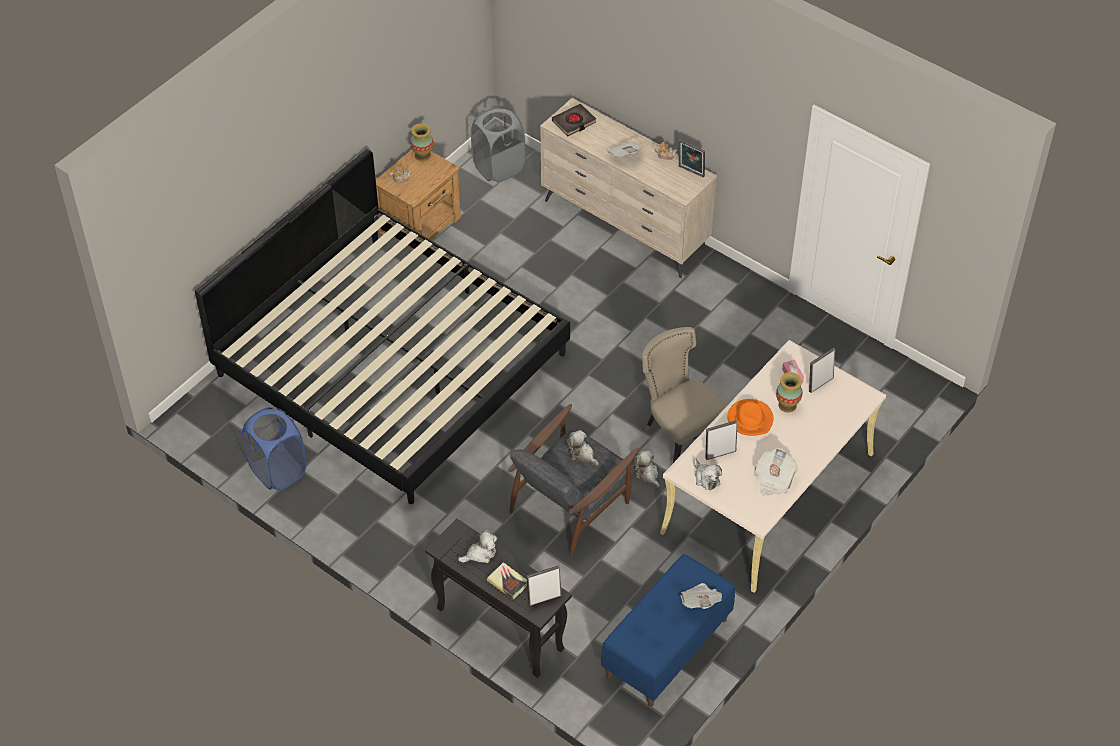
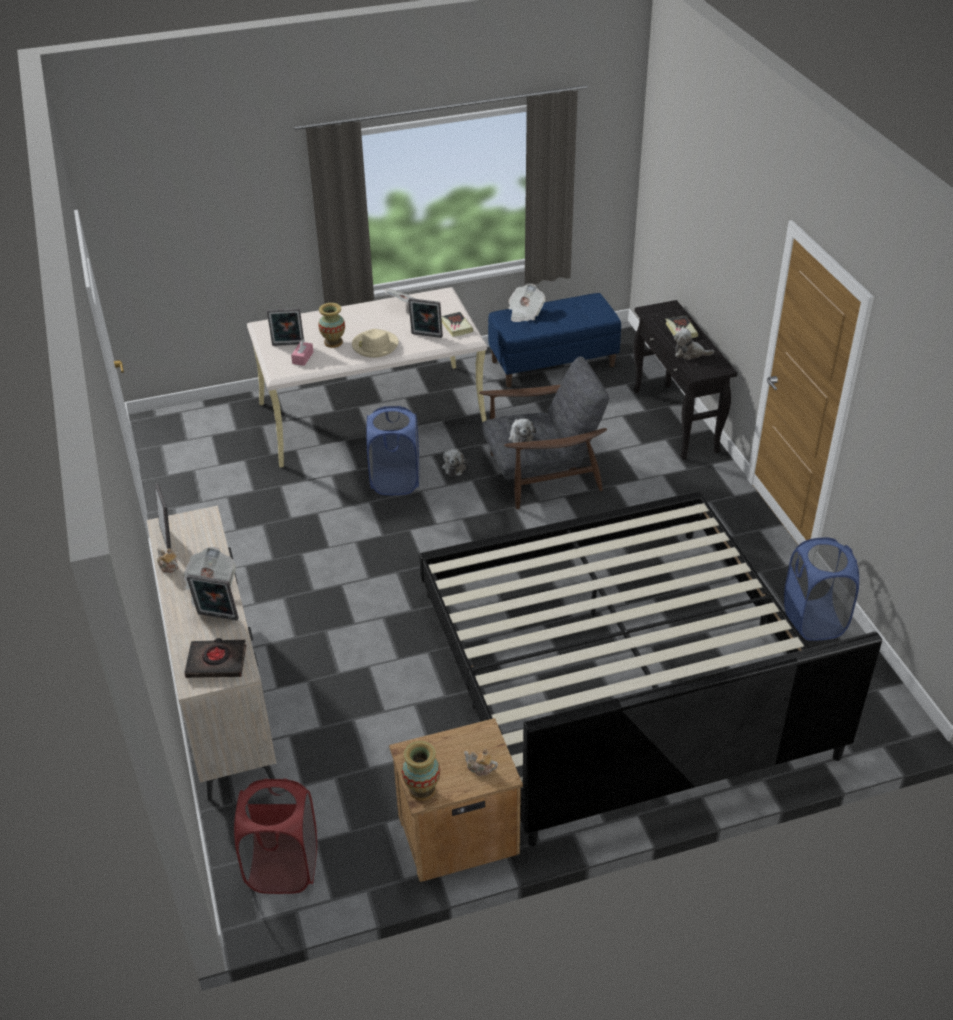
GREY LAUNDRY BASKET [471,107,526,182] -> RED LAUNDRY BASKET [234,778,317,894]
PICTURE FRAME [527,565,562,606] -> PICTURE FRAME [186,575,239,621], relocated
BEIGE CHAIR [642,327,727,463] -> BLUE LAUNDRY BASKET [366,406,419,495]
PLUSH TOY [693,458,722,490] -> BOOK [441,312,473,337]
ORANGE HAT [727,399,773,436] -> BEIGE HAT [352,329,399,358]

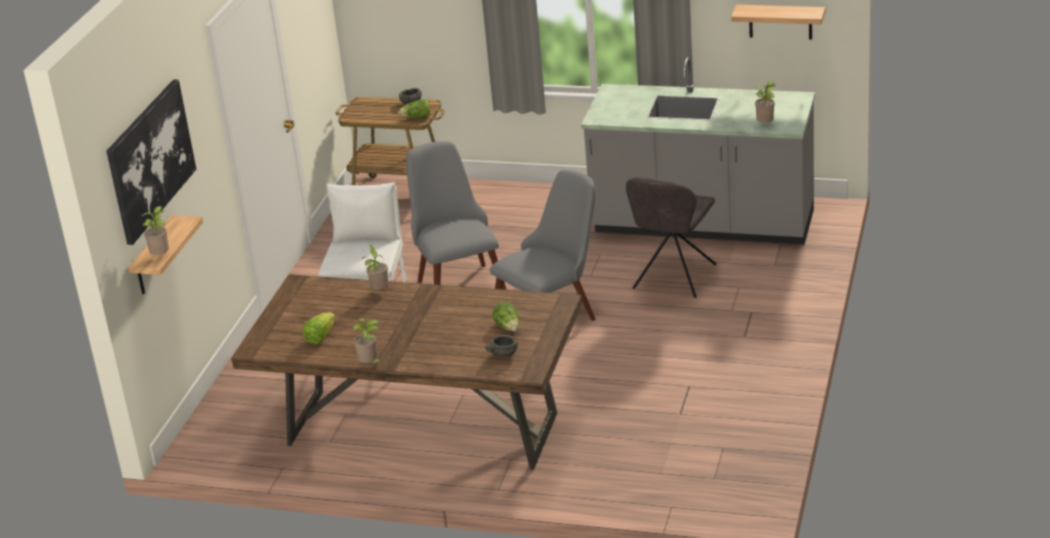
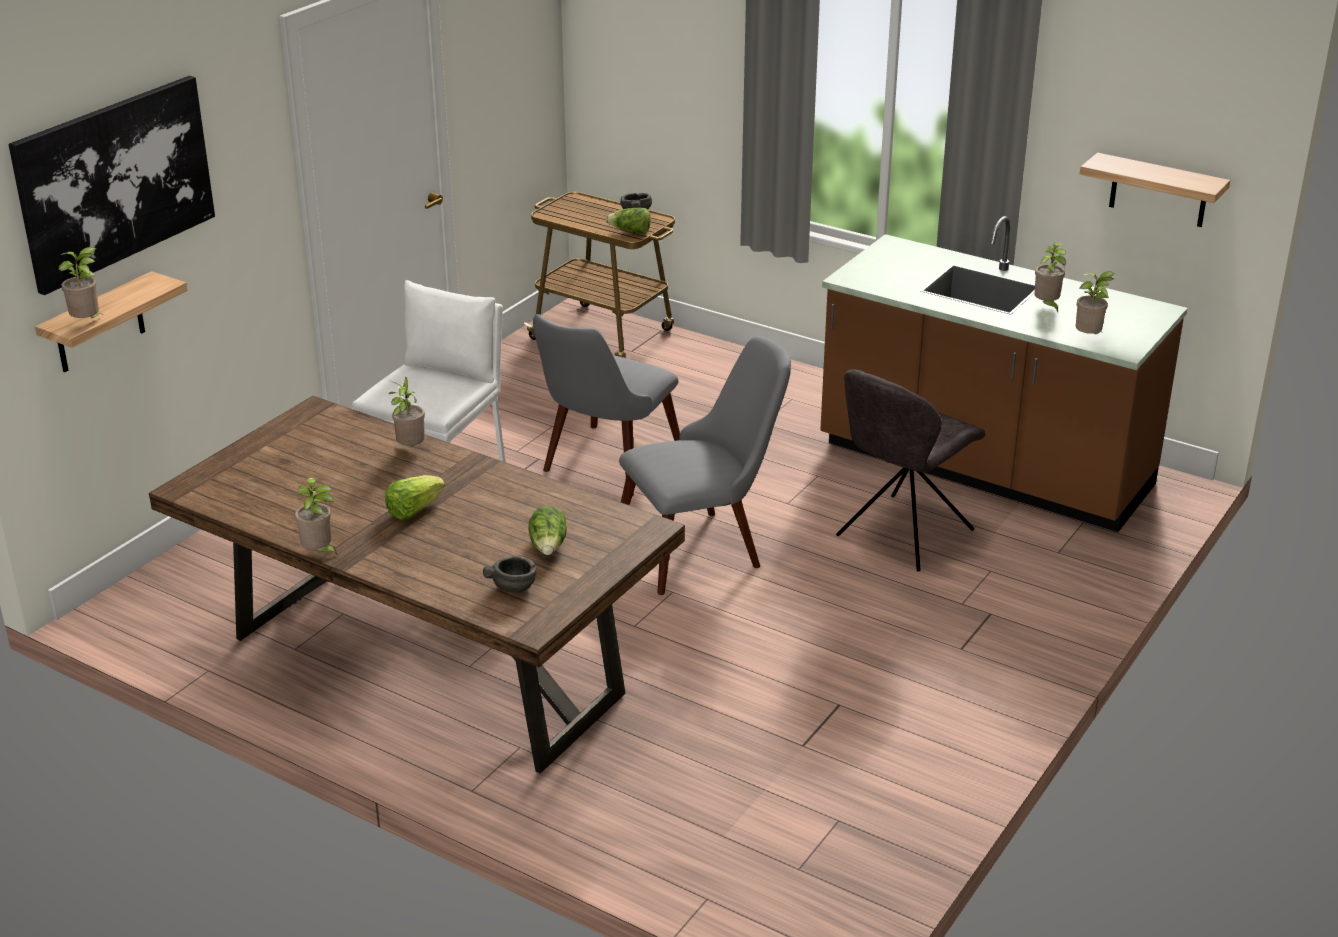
LETTUCE [302,312,335,344] -> LETTUCE [385,475,445,520], relocated
GREY CHAIR [406,141,507,290] -> GREY CHAIR [533,314,680,496], 150 degrees counterclockwise
GREY COUNTER [581,57,815,245] -> BROWN COUNTER [820,216,1188,532]
none -> POTTED PLANT [1034,242,1066,313]

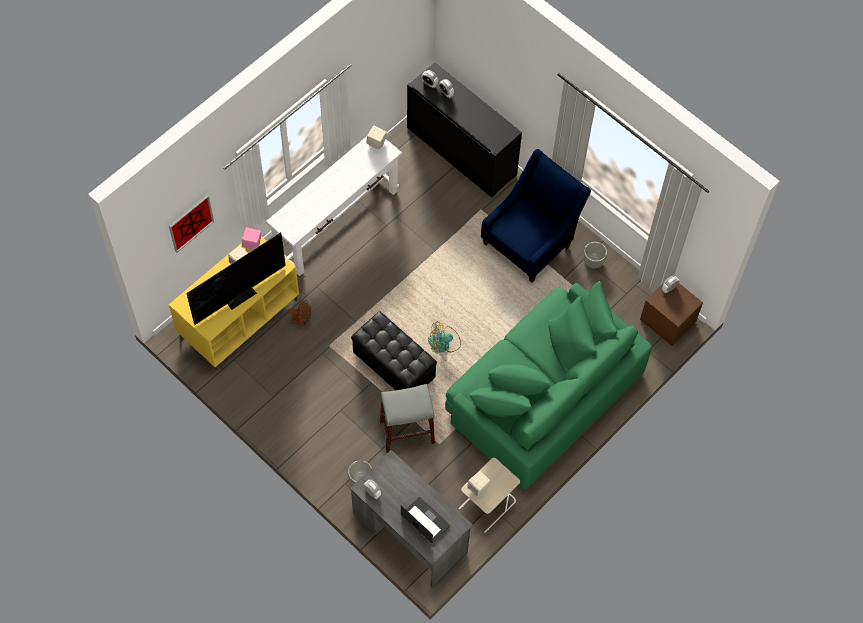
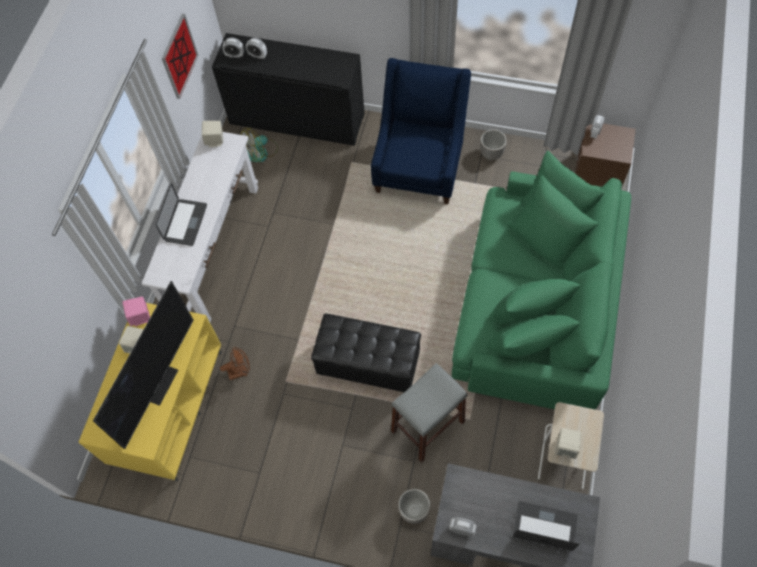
PICTURE [169,195,214,252] -> PICTURE [162,13,199,99], relocated
FAN [428,321,461,354] -> FAN [241,128,278,162], relocated
none -> LAPTOP [156,183,207,246]

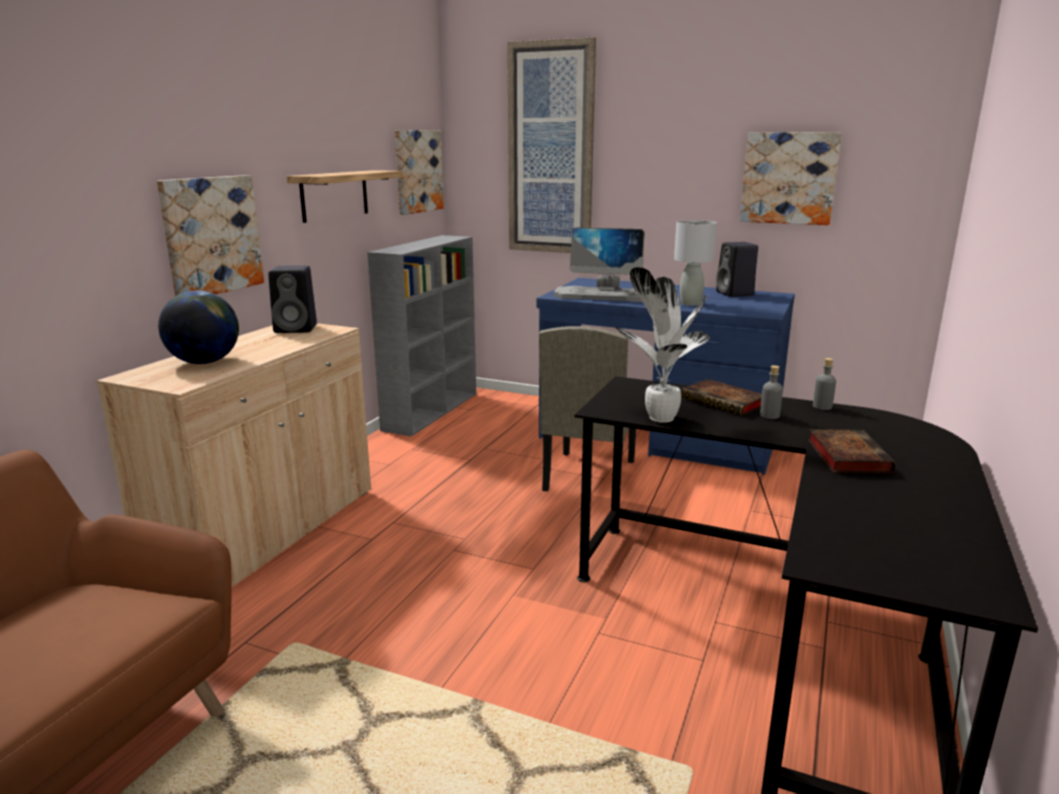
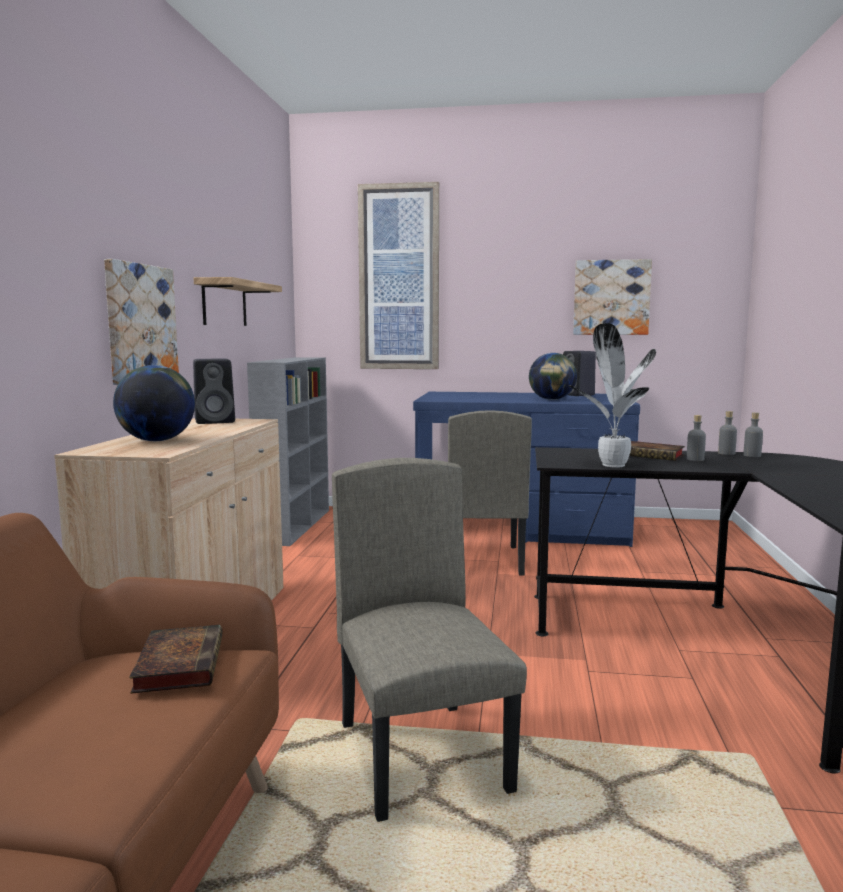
PICTURE [395,130,444,215] -> none
MONITOR [554,227,645,302] -> none
GREY TABLE LAMP [674,220,717,306] -> GLOBE [529,353,577,400]
BOOK [808,429,895,474] -> BOOK [129,625,223,694], relocated
none -> BEIGE CHAIR [332,458,527,822]
none -> GREY BOTTLE [743,412,763,457]

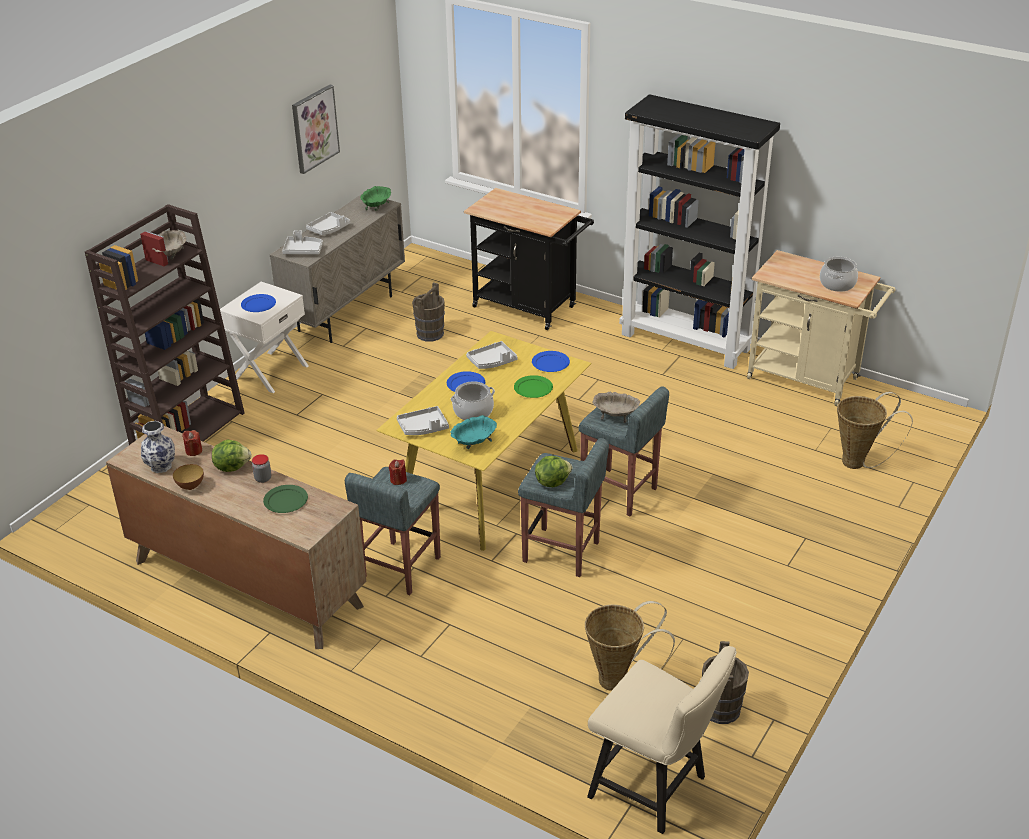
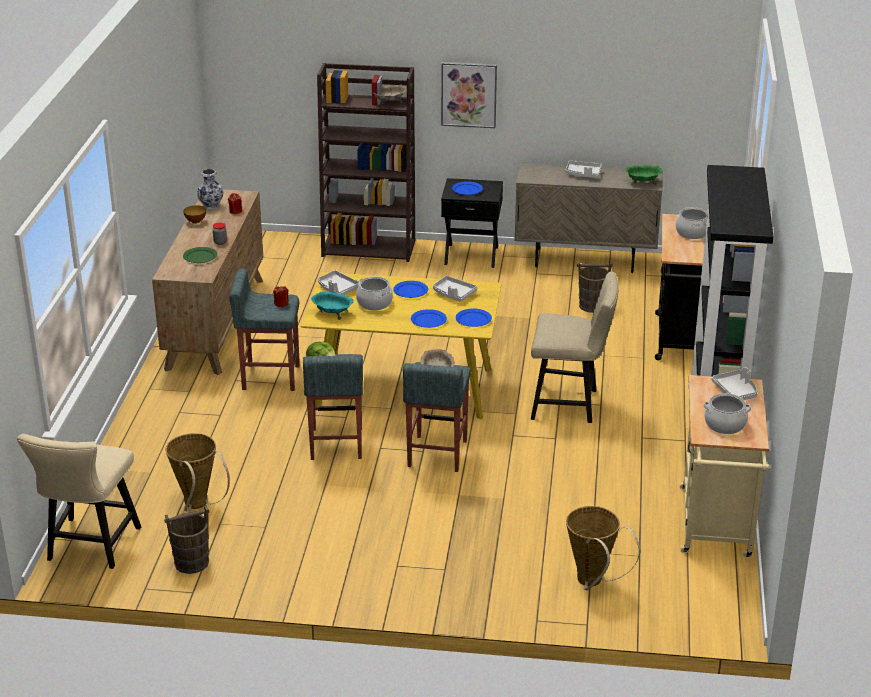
LETTUCE [212,440,252,472] -> none
WHITE NIGHTSTAND [220,282,308,393] -> BLACK NIGHTSTAND [441,178,503,268]
GREY TRAY [282,230,323,255] -> GREY TRAY [712,367,758,400], relocated
PICTURE [292,85,340,174] -> PICTURE [441,62,497,128], relocated
GREEN PLATE [514,375,553,398] -> BLUE PLATE [411,309,447,328]
none -> BEIGE CHAIR [531,272,618,423]
none -> COOKING POT [676,207,708,239]

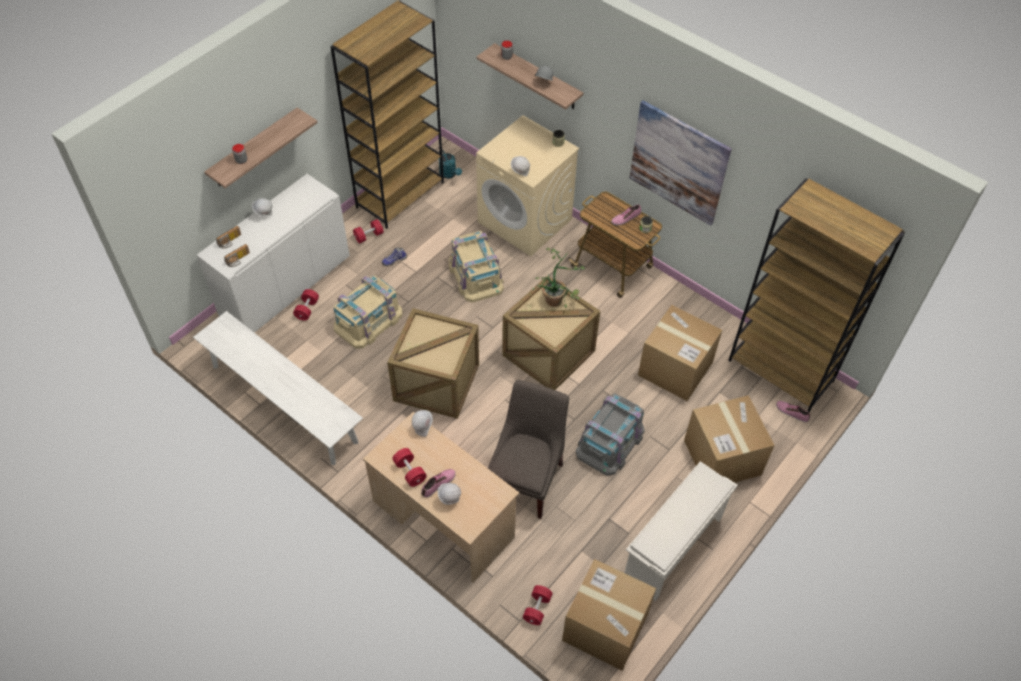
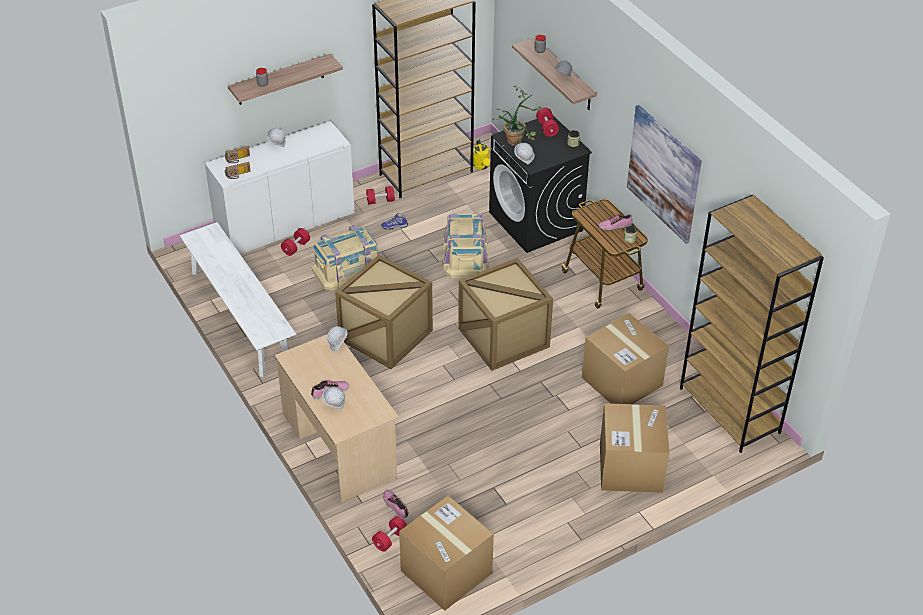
RED DUMBBELL [392,448,427,487] -> RED DUMBBELL [536,108,559,137], relocated
TURQUOISE WATERING CAN [439,149,462,179] -> YELLOW WATERING CAN [473,139,490,170]
BEIGE WASHING MACHINE [476,115,579,256] -> BLACK WASHING MACHINE [489,115,592,253]
GREY CHAIR [488,380,569,519] -> none
POTTED PLANT [532,248,585,308] -> POTTED PLANT [492,86,543,146], relocated
GREY STORAGE BOX [576,393,645,476] -> none
WHITE SHOE RACK [624,461,737,601] -> none
SHOE [776,401,810,422] -> SHOE [383,490,409,518], relocated

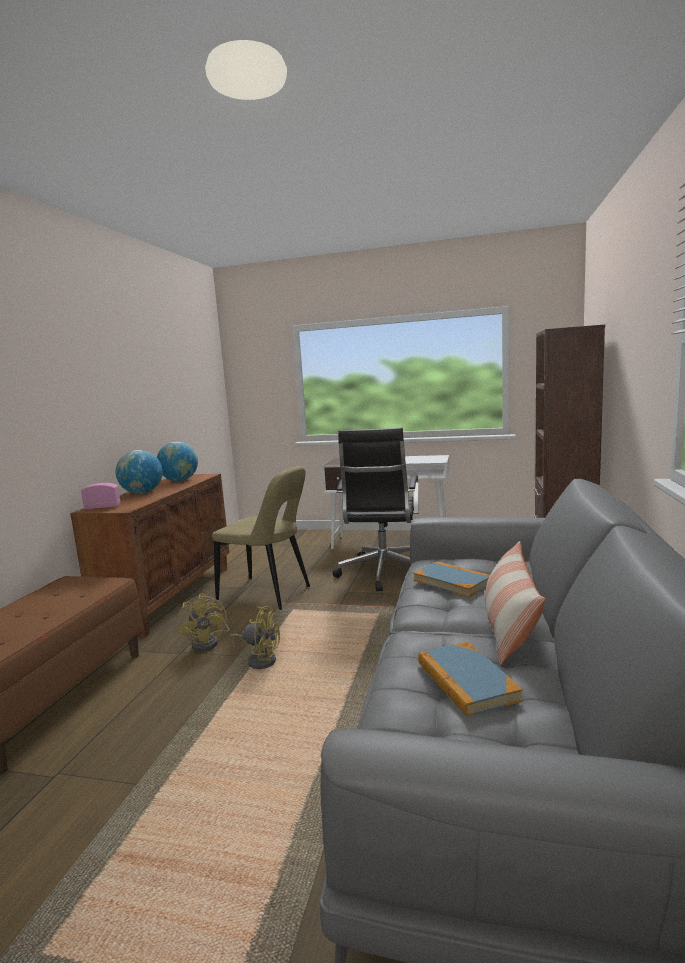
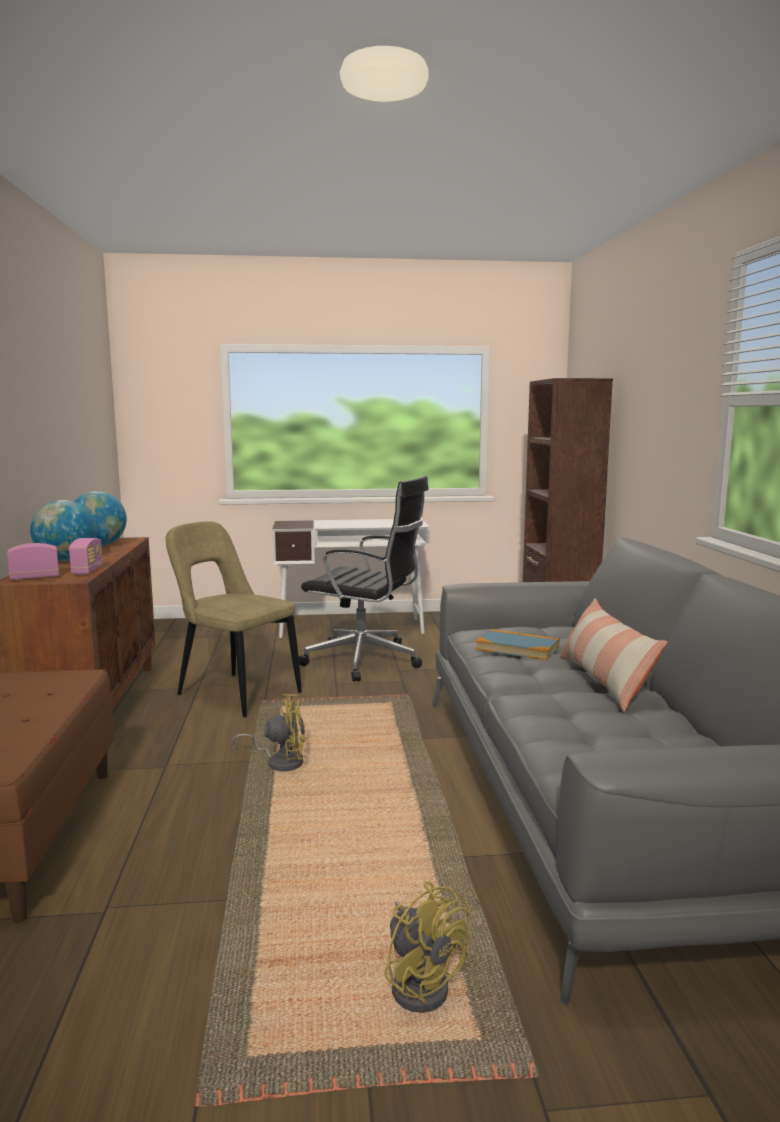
YELLOW FAN [177,594,230,652] -> YELLOW FAN [385,881,471,1013], relocated
BEIGE CHAIR [212,466,310,610] -> BEIGE CHAIR [166,521,302,717], 150 degrees counterclockwise
BLACK OFFICE CHAIR [332,428,419,591] -> BLACK OFFICE CHAIR [299,476,429,682], 60 degrees counterclockwise
BOOK [418,642,523,717] -> none
none -> RADIO [69,538,103,575]

